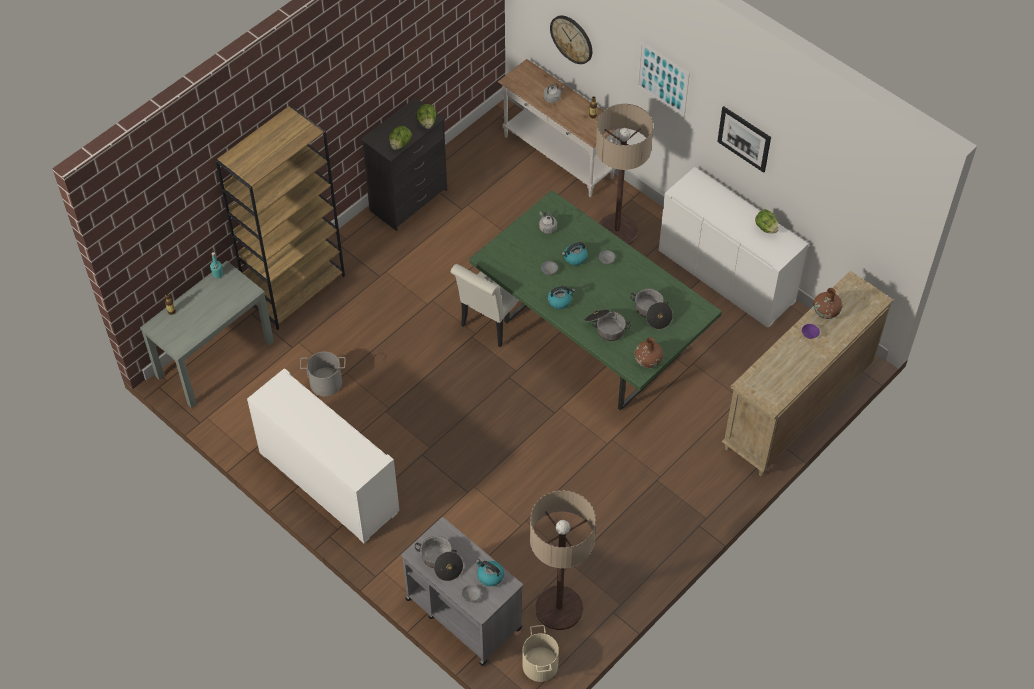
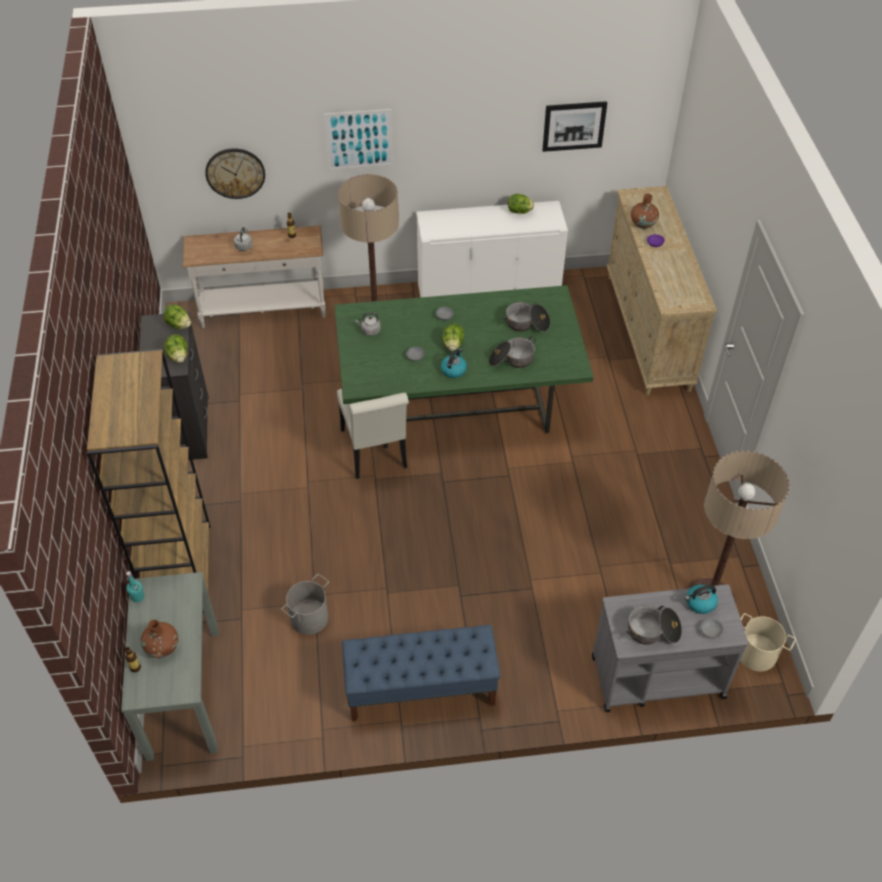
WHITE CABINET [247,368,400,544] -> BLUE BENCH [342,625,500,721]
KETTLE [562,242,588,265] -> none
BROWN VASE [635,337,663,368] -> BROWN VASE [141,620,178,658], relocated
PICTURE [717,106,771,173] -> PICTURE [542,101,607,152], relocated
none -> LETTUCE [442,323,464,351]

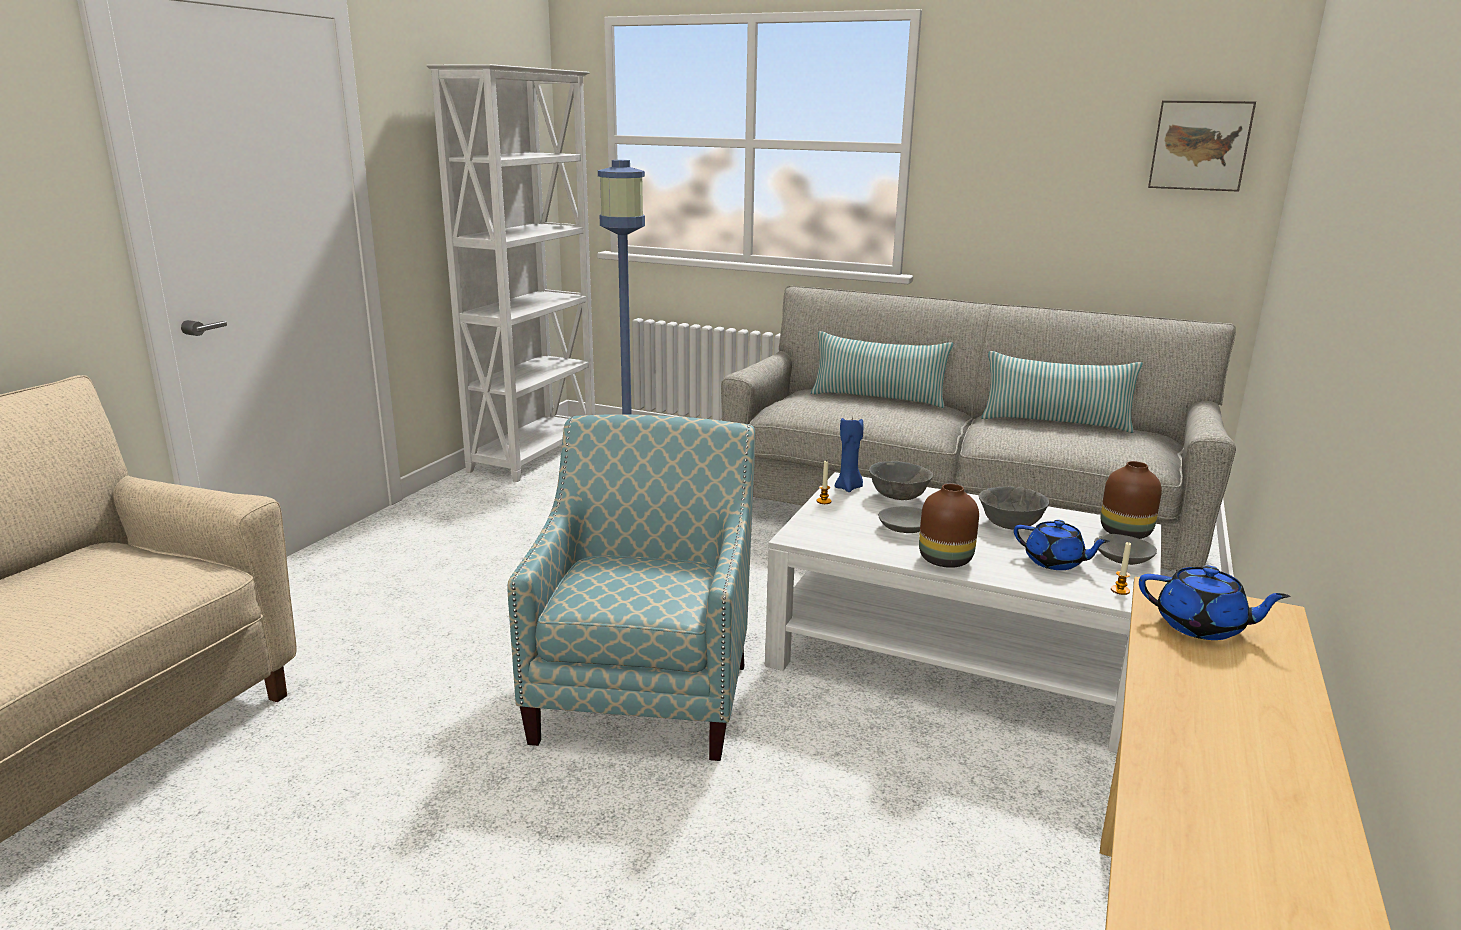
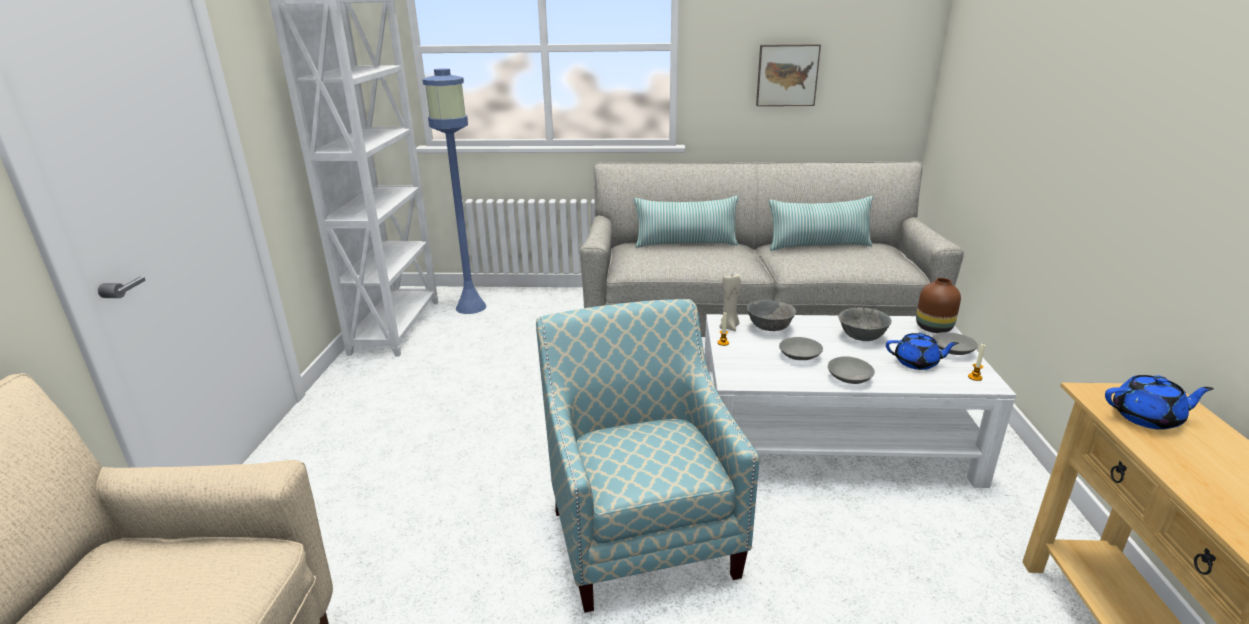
BLUE CANDLE [835,415,863,492] -> BEIGE CANDLE [720,274,741,331]
BROWN VASE [919,484,979,568] -> GREY BOWL [828,356,875,384]
PICTURE [1148,101,1256,192] -> PICTURE [756,44,821,106], relocated

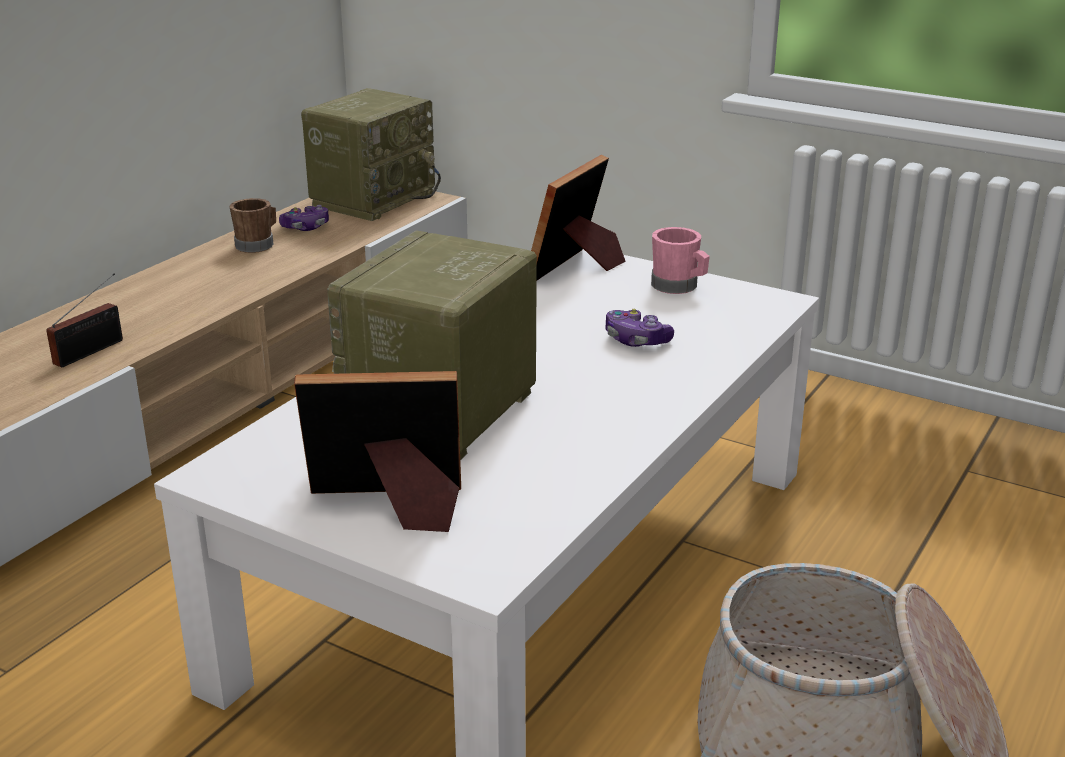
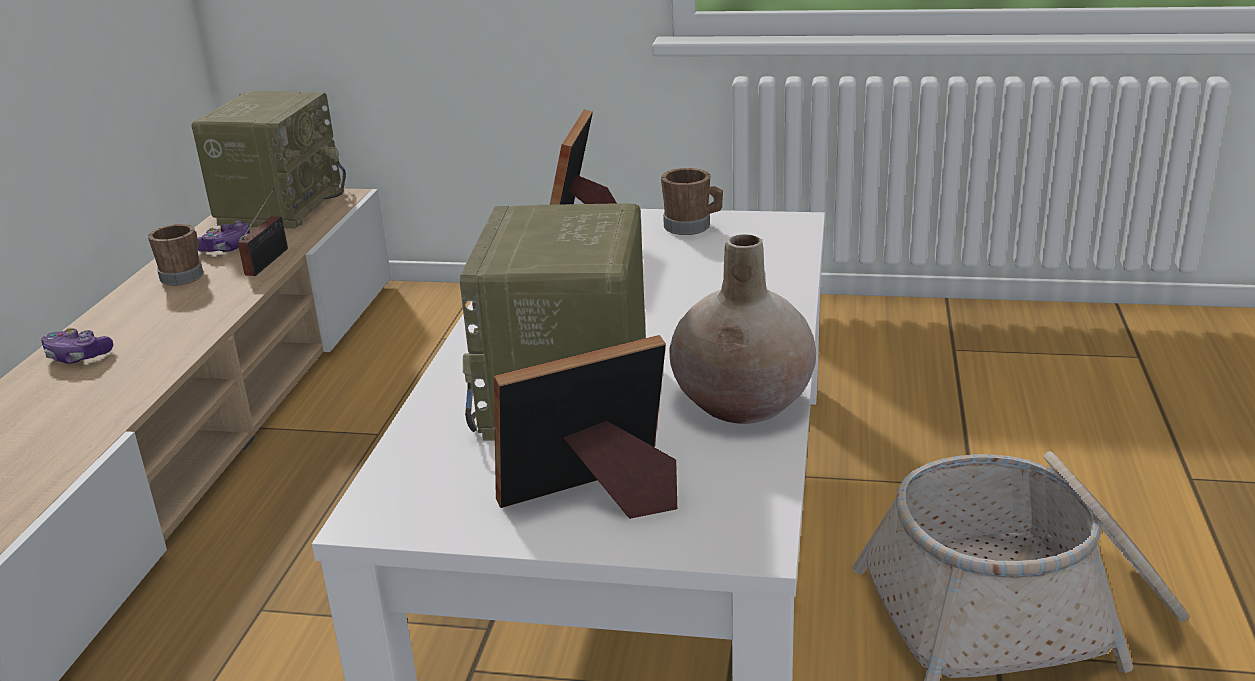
RADIO [46,273,123,367] -> RADIO [238,188,288,276], relocated
GAME CONTROLLER [606,309,674,347] -> GAME CONTROLLER [41,328,113,364], relocated
PINK MUG [651,227,710,294] -> BROWN MUG [661,168,723,235]
none -> BEIGE VASE [669,234,816,424]

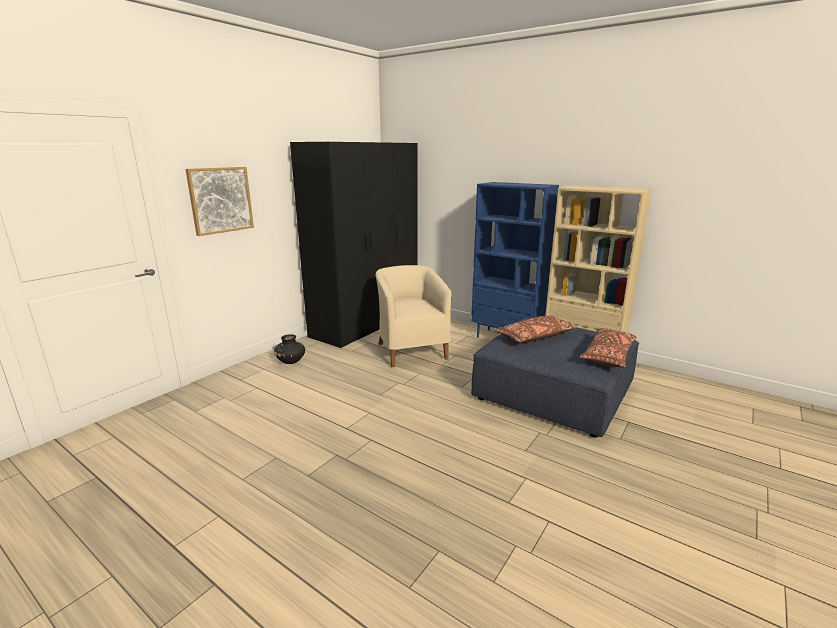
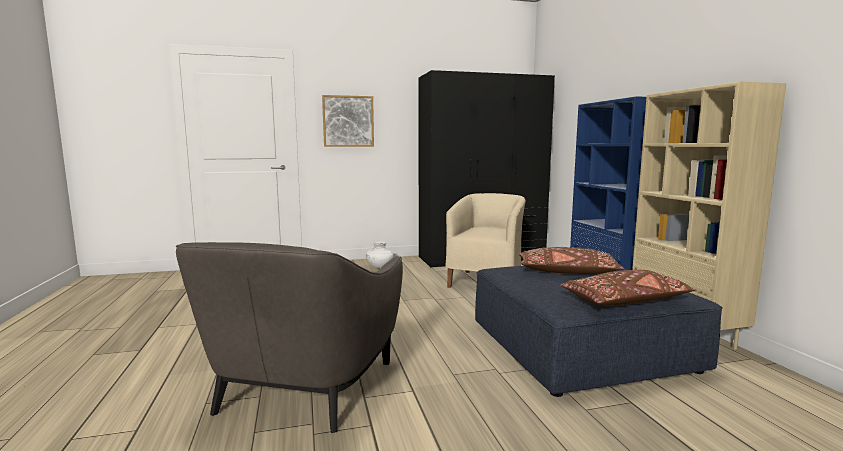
BLACK VASE [274,334,305,364] -> WHITE VASE [366,242,393,268]
none -> GREY ARMCHAIR [176,242,403,433]

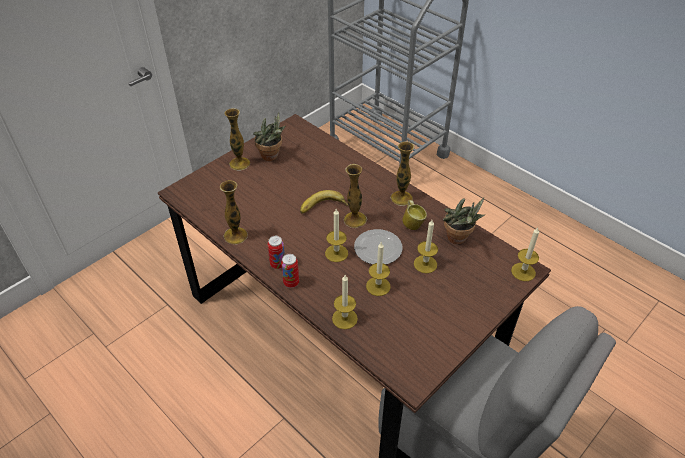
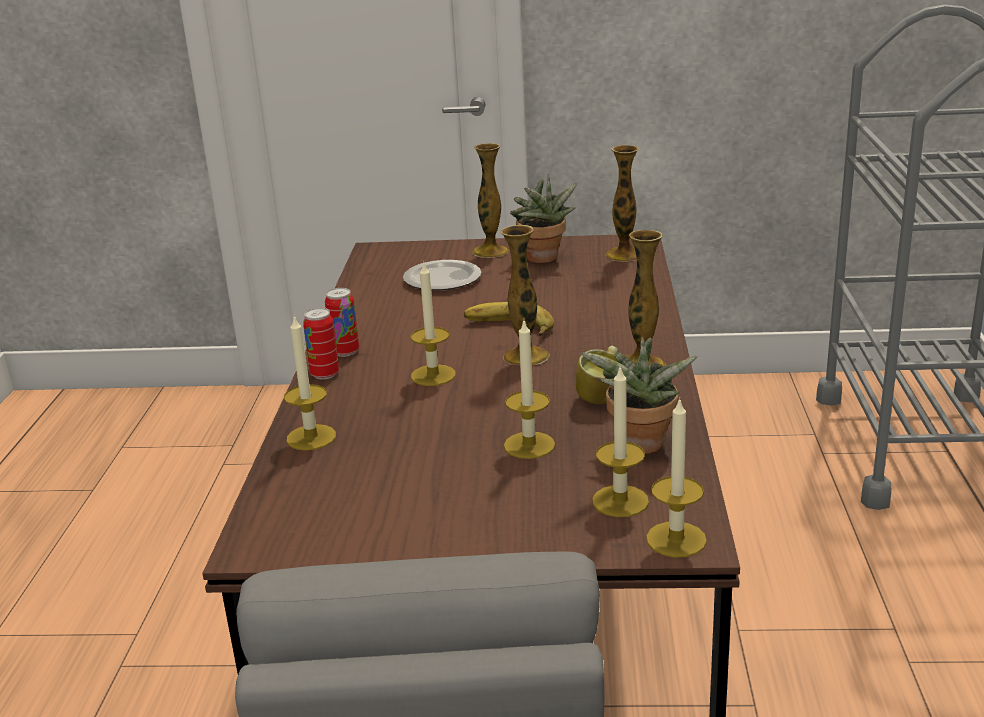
VASE [220,180,248,245] -> VASE [605,145,639,262], relocated
PLATE [354,229,403,265] -> PLATE [403,260,481,290], relocated
CANDLE [366,242,391,296] -> CANDLE [592,366,649,517], relocated

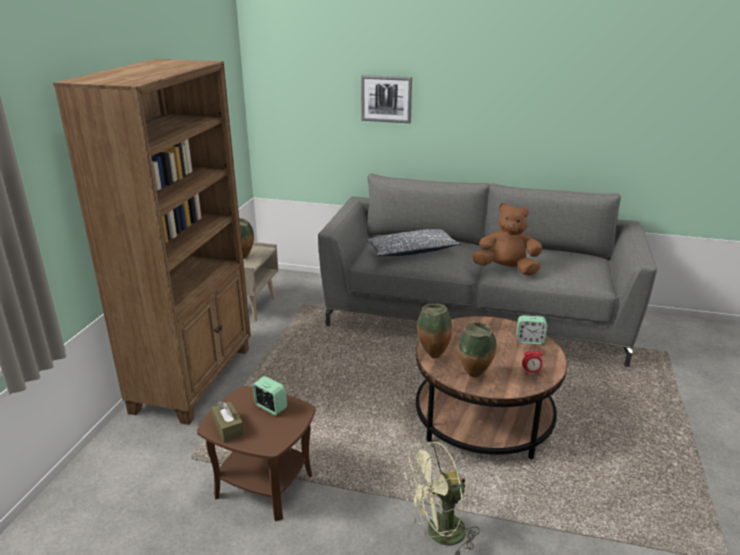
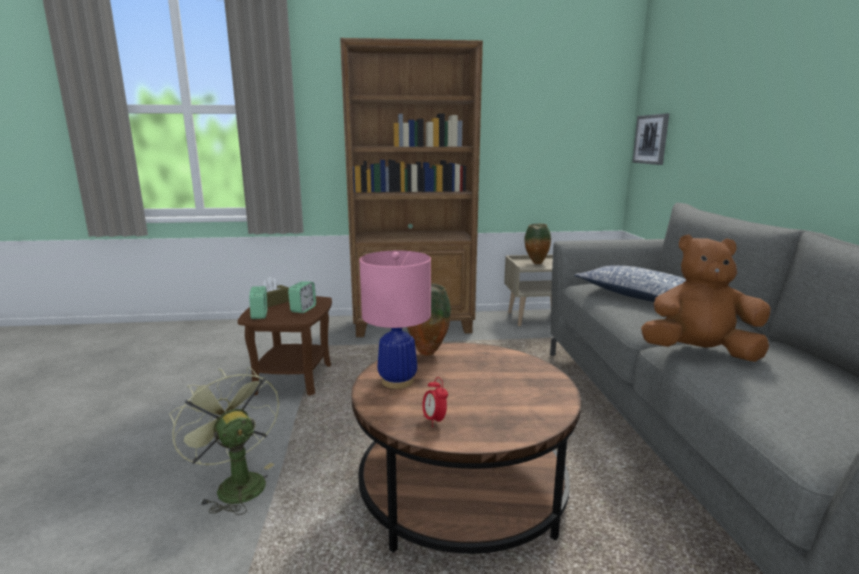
PICTURE [361,75,412,123] -> PICTURE [632,113,669,165], relocated
VASE [459,322,496,377] -> PINK TABLE LAMP [359,251,431,389]
BROWN PLUSH TOY [472,203,542,276] -> BROWN PLUSH TOY [641,235,771,362], 75 degrees counterclockwise
ALARM CLOCK [516,315,548,345] -> ALARM CLOCK [249,286,267,319], relocated

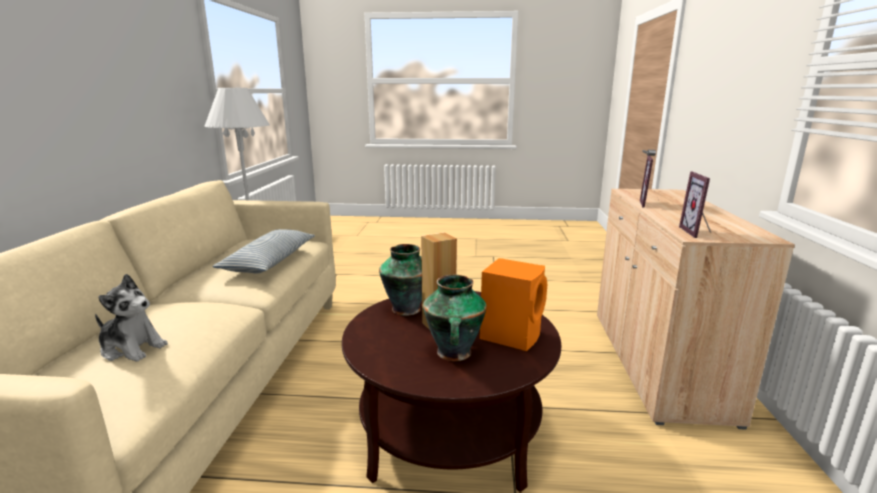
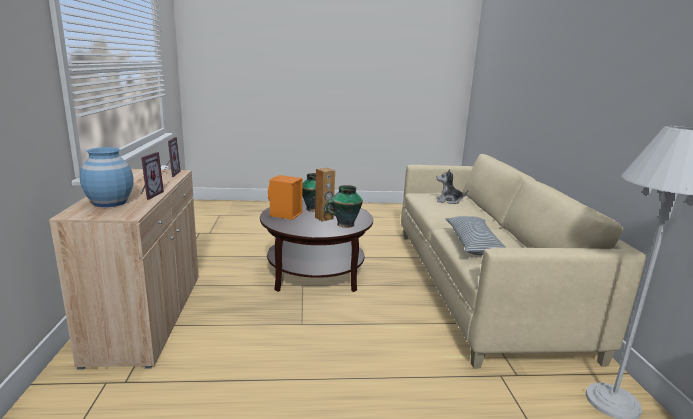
none -> BLUE VASE [80,147,134,207]

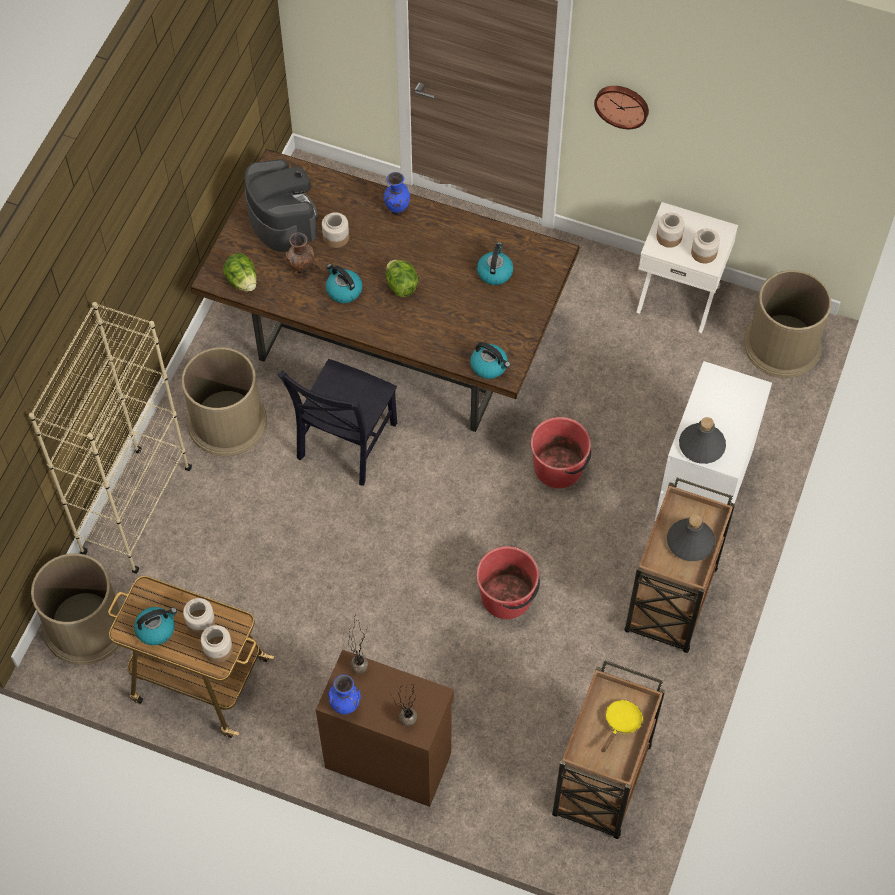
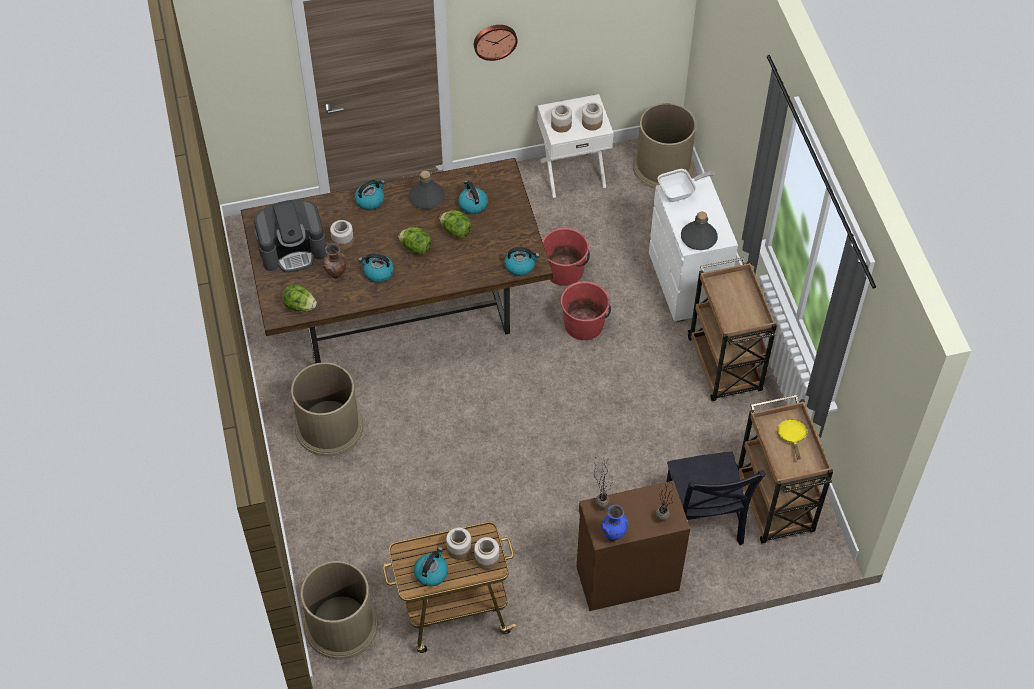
BEIGE BOOKCASE [29,302,192,574] -> none
COFFEE MACHINE [244,159,318,252] -> COFFEE MACHINE [254,200,327,273], 135 degrees clockwise
BLACK CHAIR [278,359,397,486] -> BLACK CHAIR [666,452,766,545], relocated
BLUE VASE [383,172,410,215] -> KETTLE [354,180,385,210]
RED BUCKET [476,546,540,619] -> RED BUCKET [542,228,590,286], relocated
GREY BOTTLE [667,515,715,561] -> GREY BOTTLE [409,171,445,209], relocated
none -> LETTUCE [440,210,471,239]
none -> FRYING PAN [658,169,714,202]

